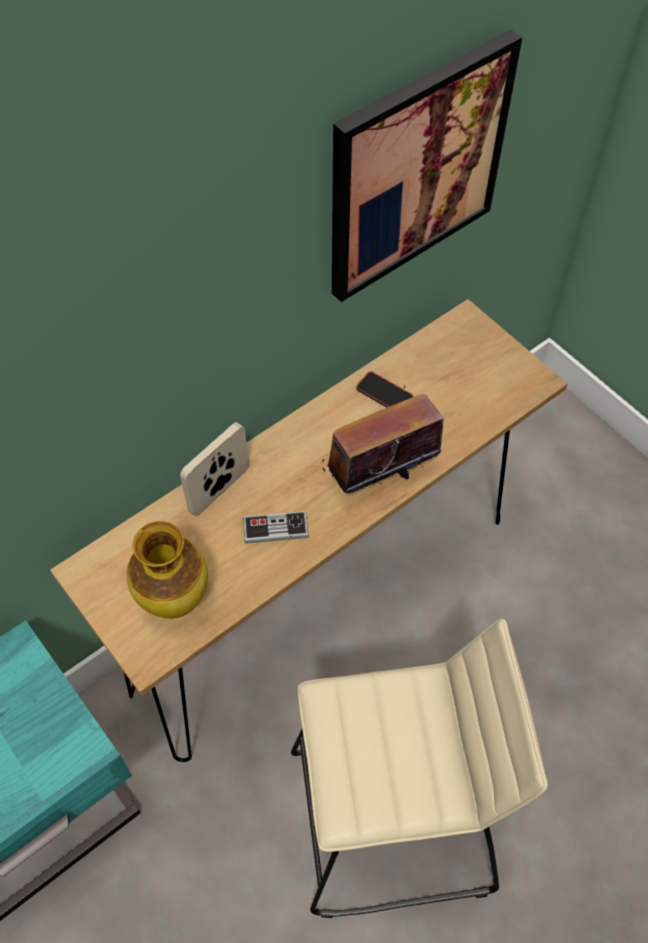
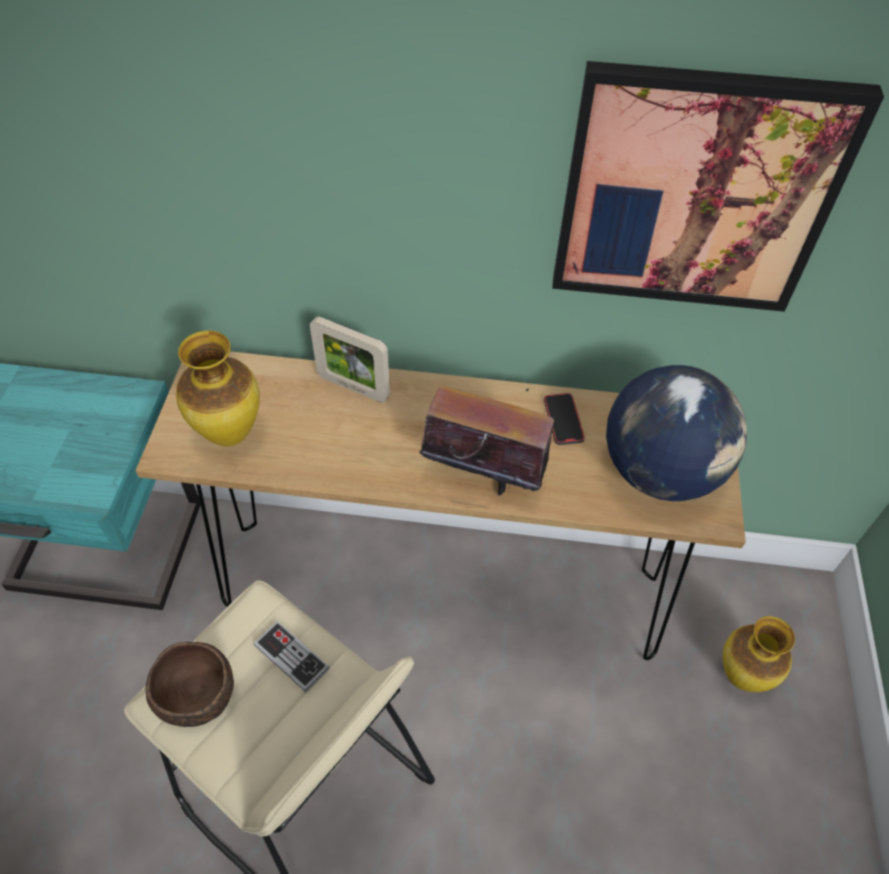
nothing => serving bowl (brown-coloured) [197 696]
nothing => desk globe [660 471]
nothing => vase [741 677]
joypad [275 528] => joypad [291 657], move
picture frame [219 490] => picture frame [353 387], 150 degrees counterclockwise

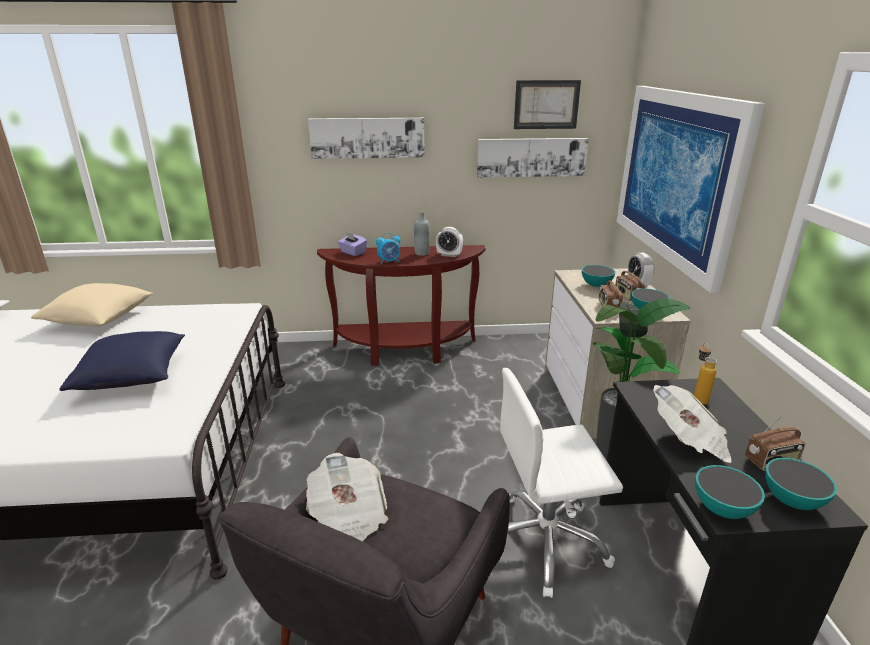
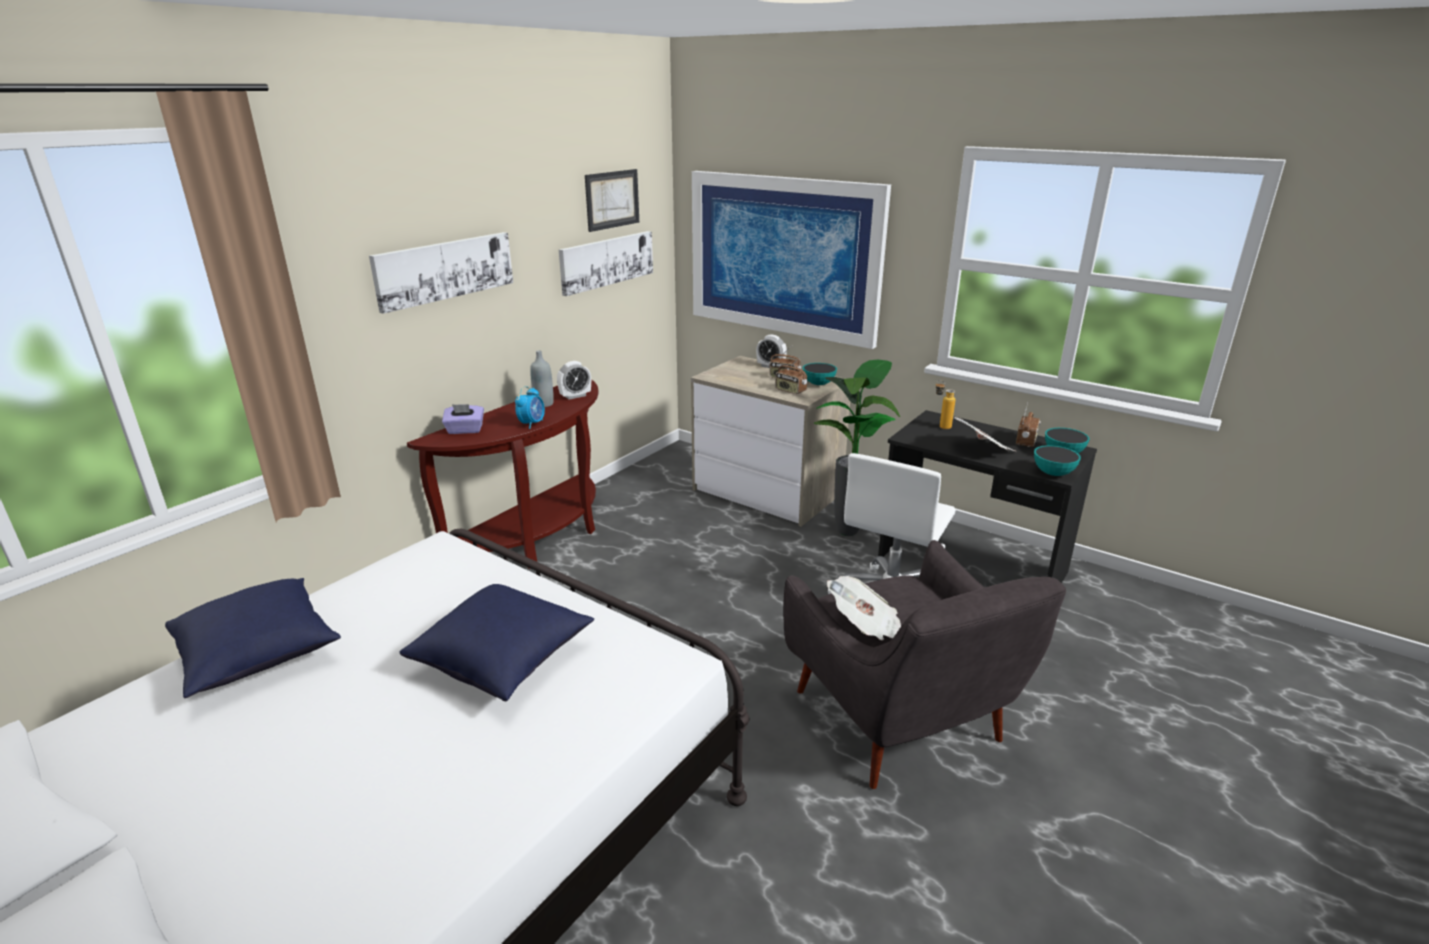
serving bowl [596 285] => nothing
throw pillow (beige) [99 320] => throw pillow (blue-coloured) [259 655]

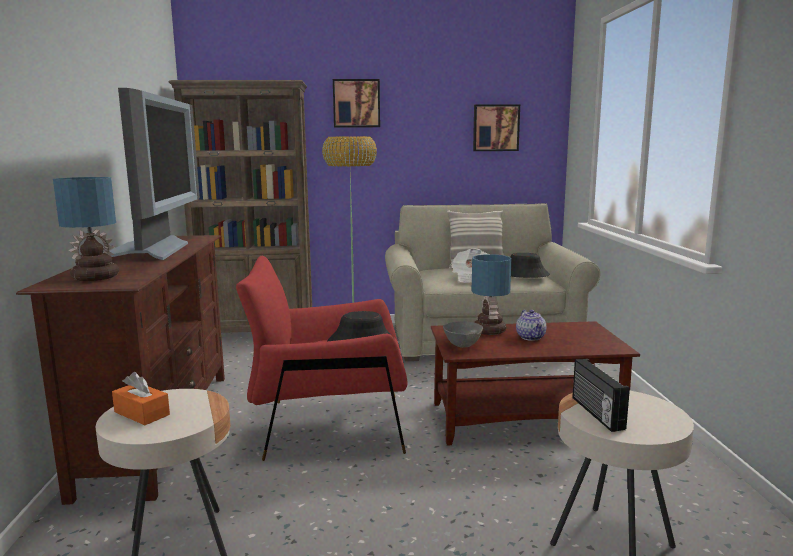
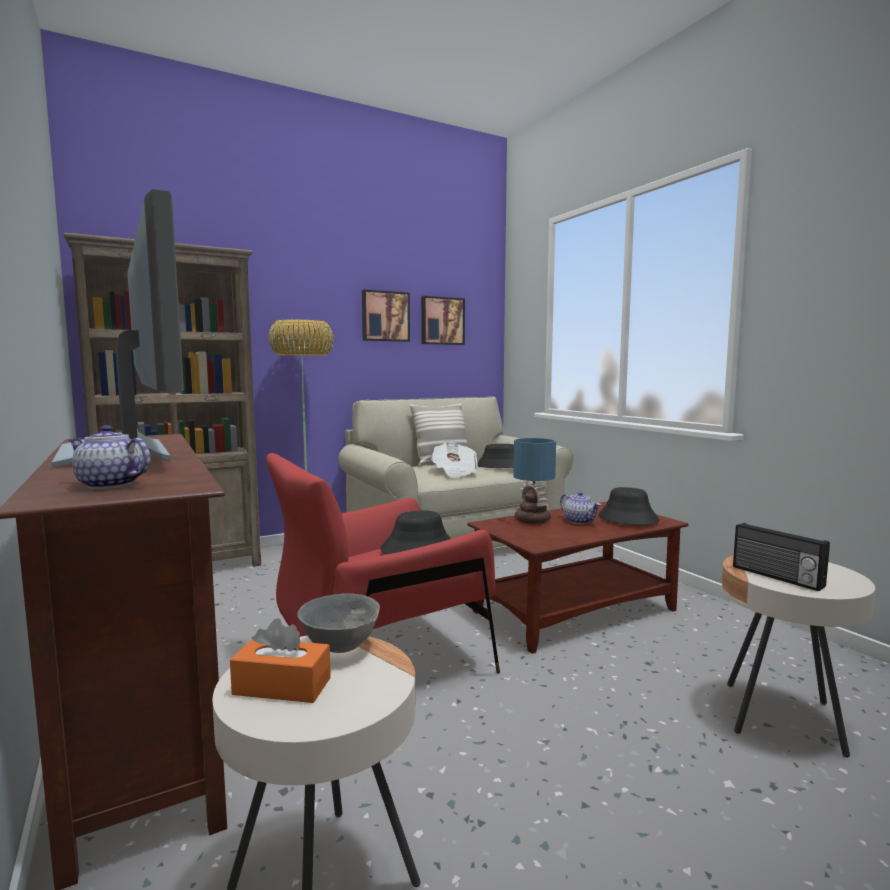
nothing => clothing hat (black-coloured) [627 518]
wall art [356 103] => wall art [385 316], move
serving bowl (gray) [463 346] => serving bowl (gray) [341 648], move
table lamp [94 278] => pot for tea [109 485]

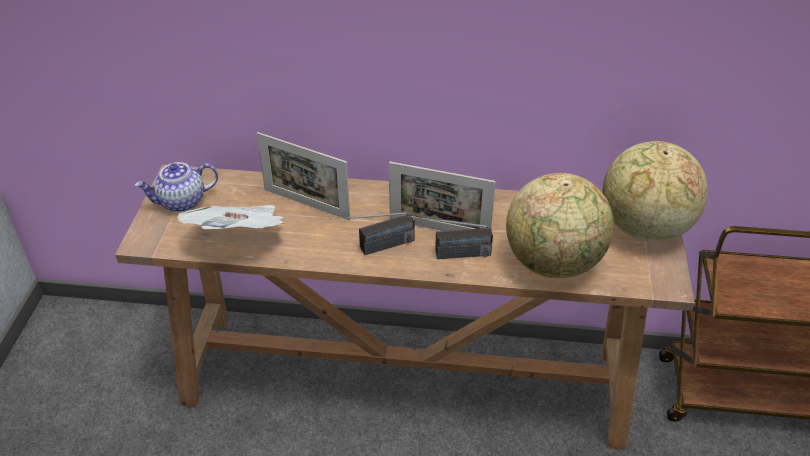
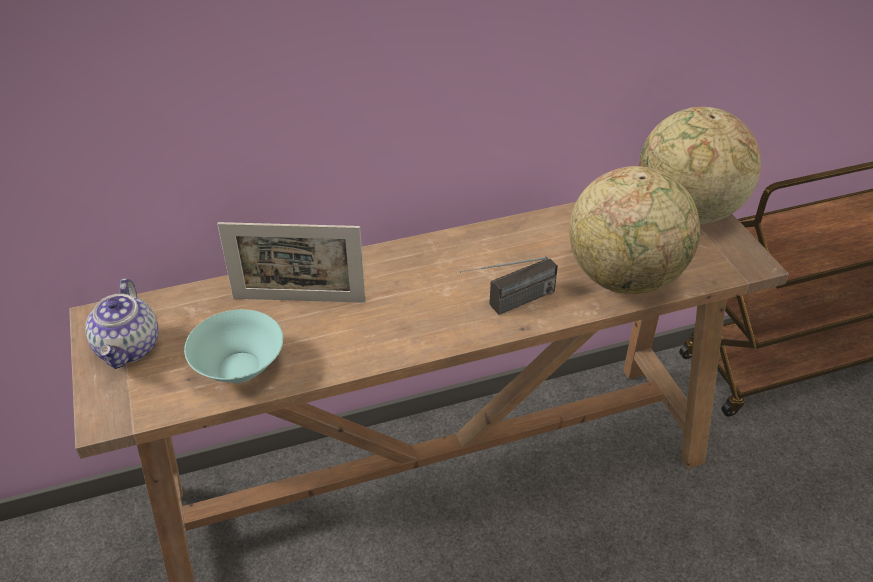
radio set [374 249] => nothing
picture frame [439 229] => nothing
newspaper [240 236] => serving bowl (turquoise-coloured) [239 367]
pot for tea [181 202] => pot for tea [129 348], 45 degrees counterclockwise

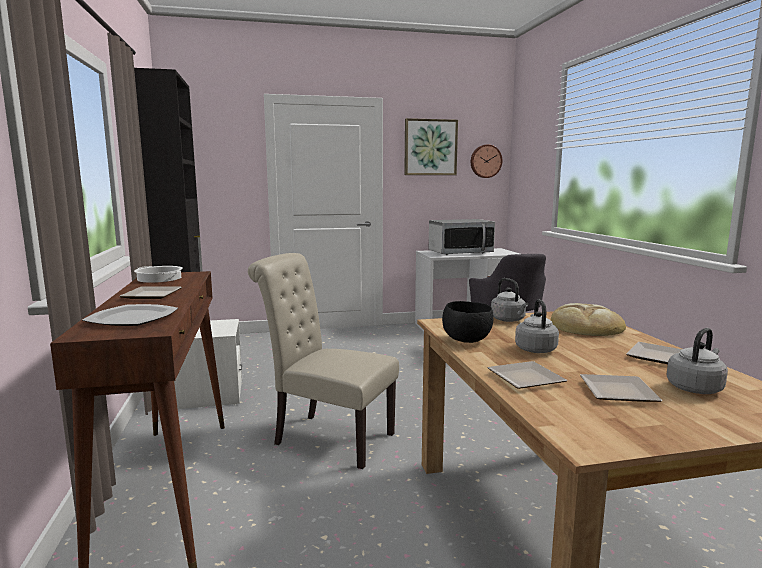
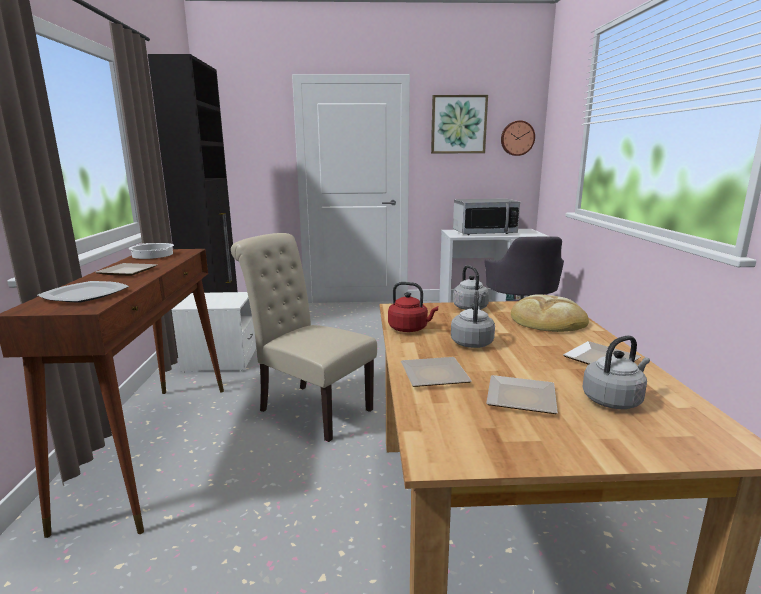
serving bowl (black-coloured) [467 340] => water kettle (reddish) [410 329]

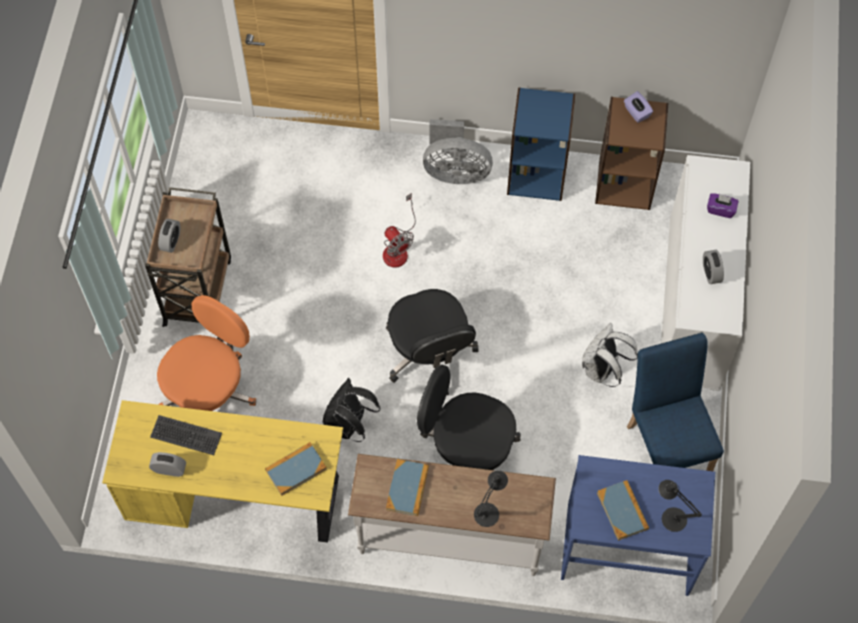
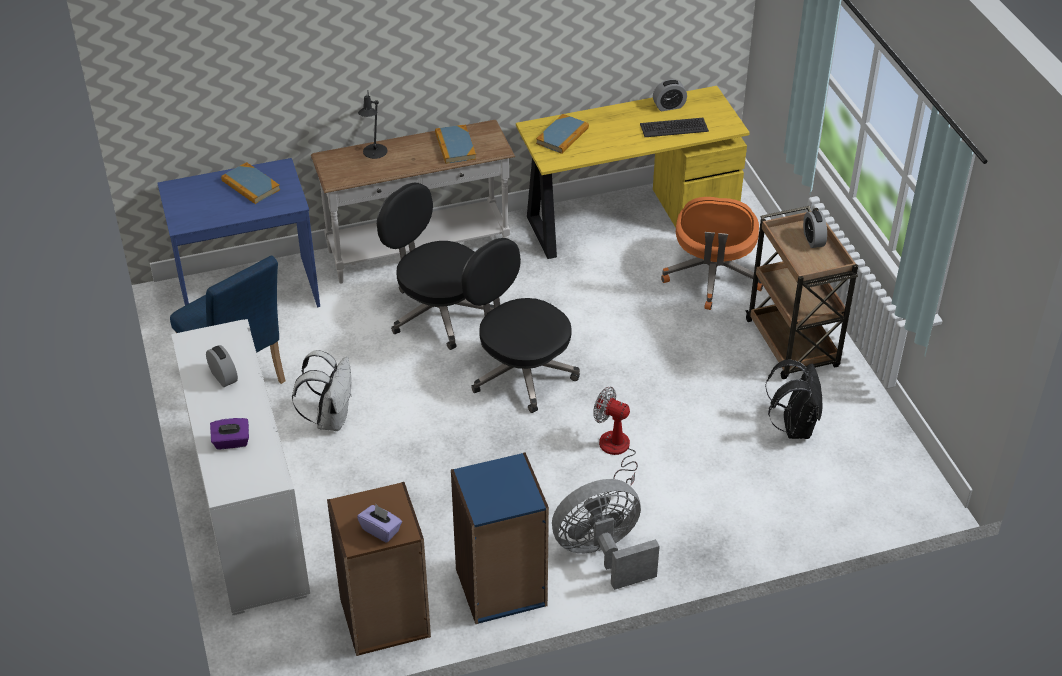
table lamp (black-coloured) [670 517] => nothing
rucksack (black-coloured) [349 425] => rucksack (black-coloured) [793 427], move
desk chair (black-coloured) [467 450] => desk chair (black-coloured) [438 312], 135 degrees counterclockwise

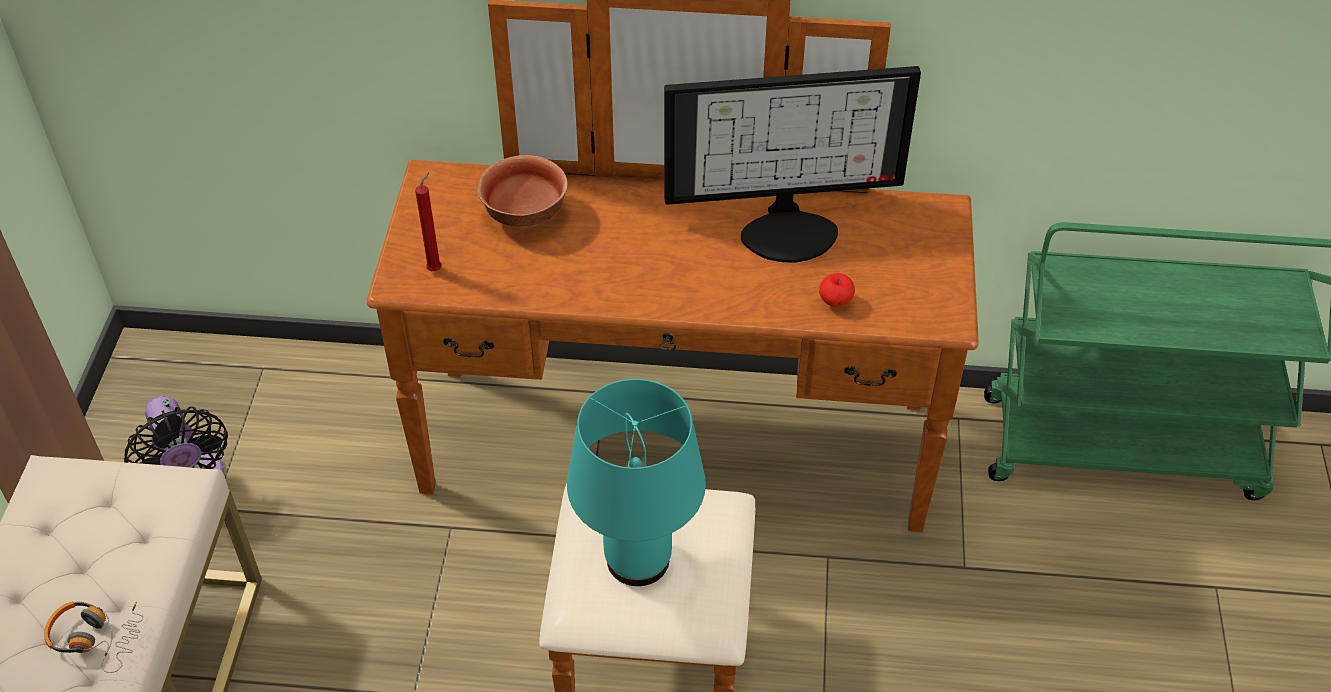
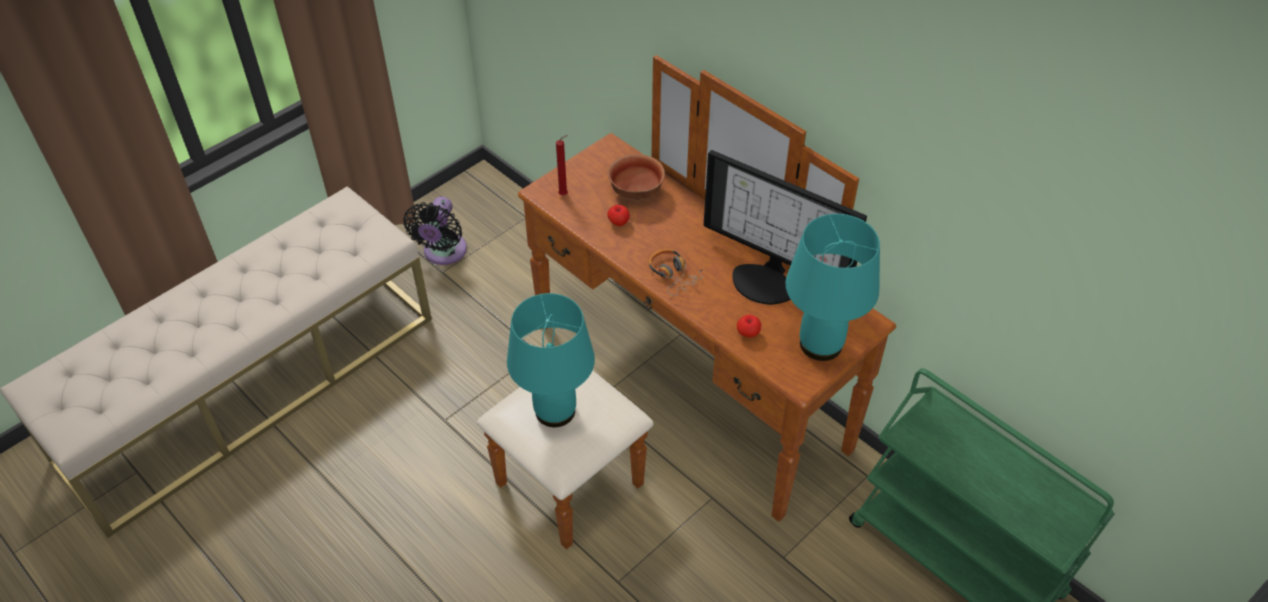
nothing => apple [618 222]
nothing => table lamp (turquoise-coloured) [822 344]
headset [96 637] => headset [674 275], move

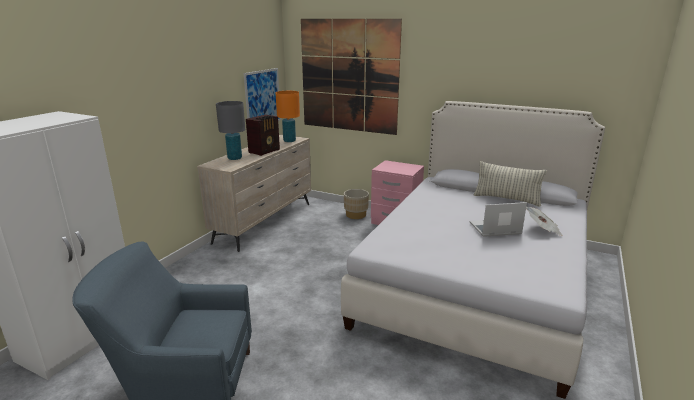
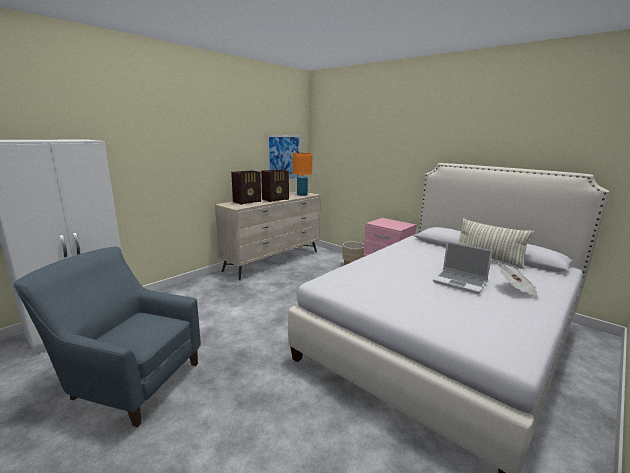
wall art [348 76] => nothing
table lamp (gray) [234 158] => radio set [247 202]
notebook computer [494 229] => notebook computer [460 282], 150 degrees counterclockwise

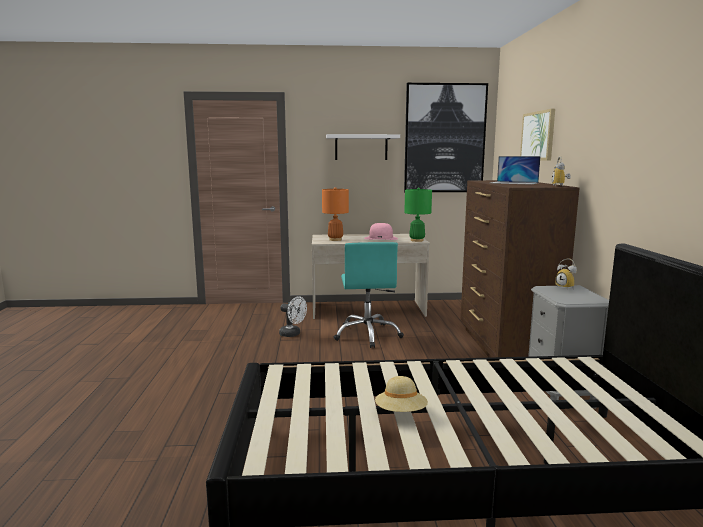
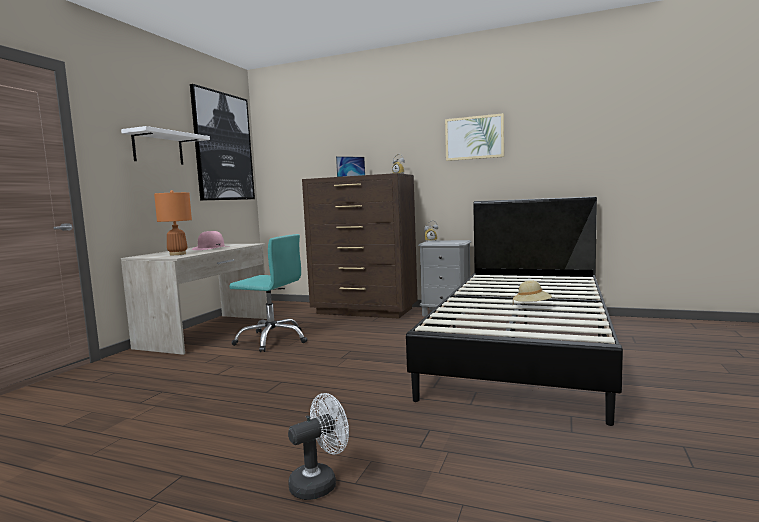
table lamp (greenish) [417 240] => nothing
cooling fan (white-coloured) [293 334] => cooling fan (white-coloured) [320 483], move
wall art [538 136] => wall art [474 138], move

